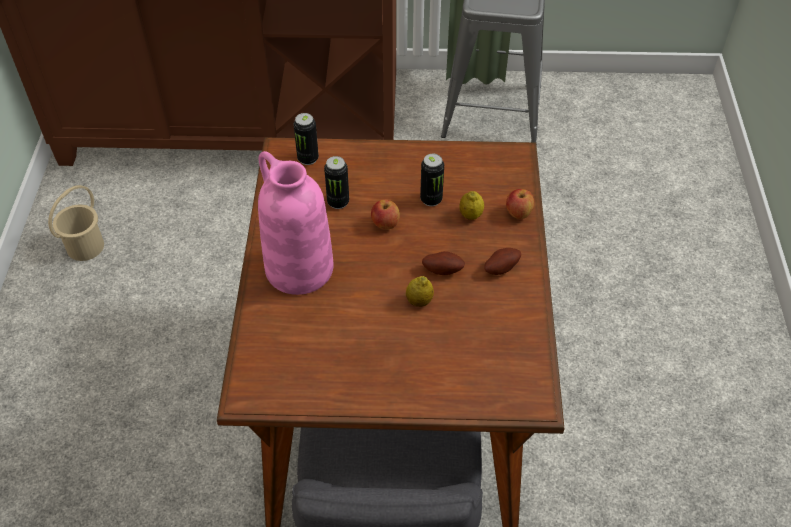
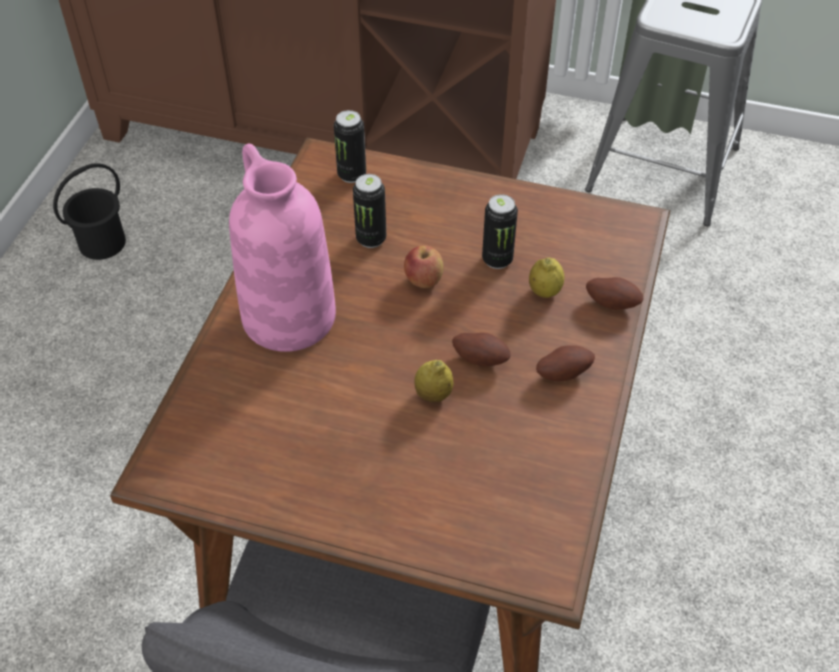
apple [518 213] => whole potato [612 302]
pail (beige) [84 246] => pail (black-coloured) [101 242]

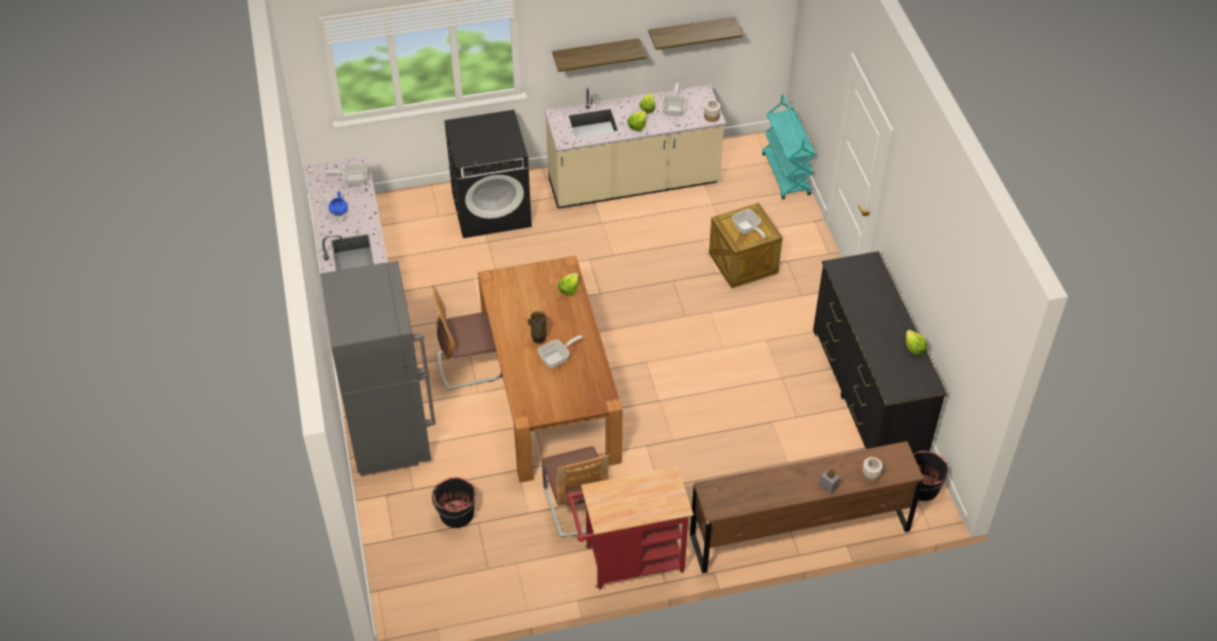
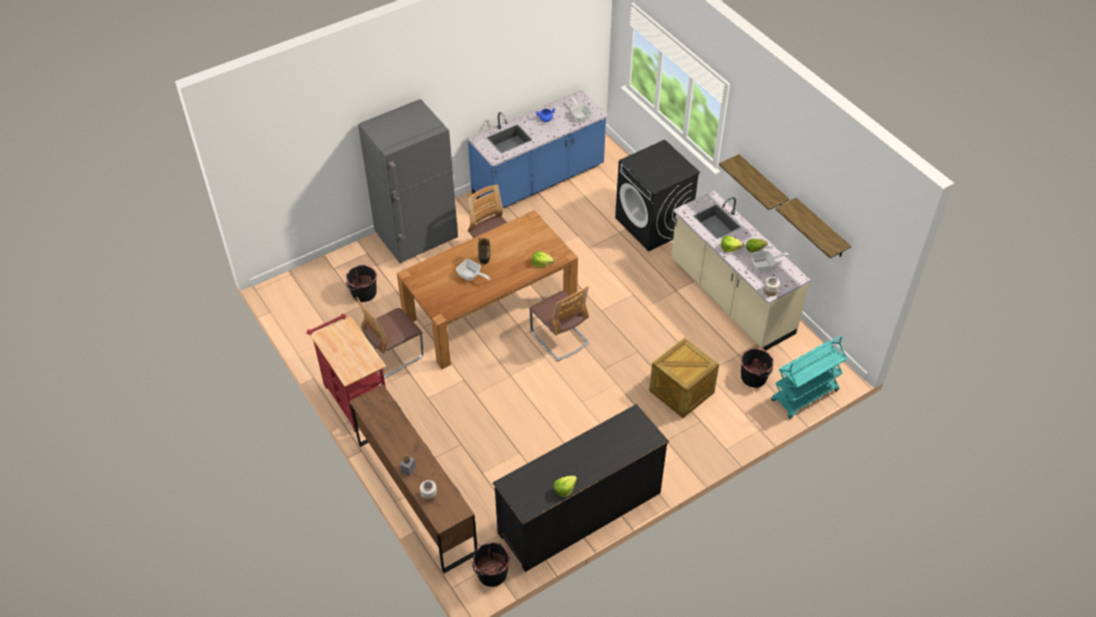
pan [747 229] => nothing
nothing => upright chair [559 338]
nothing => pail (black-coloured) [754 377]

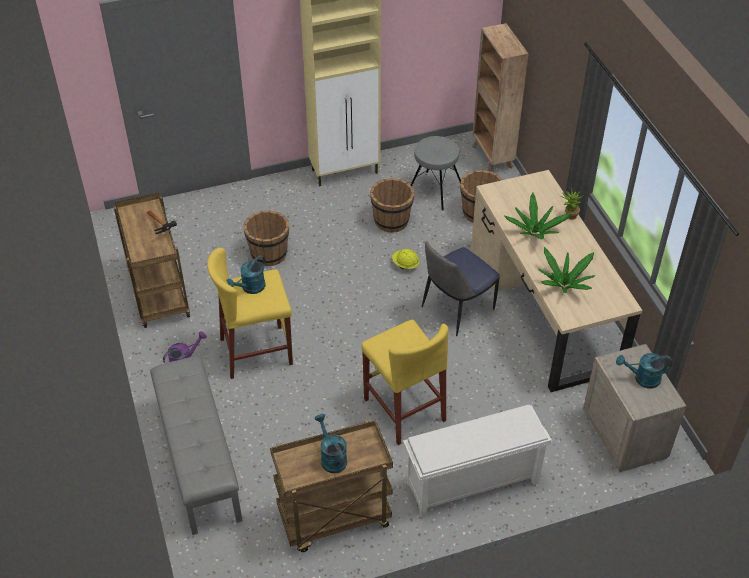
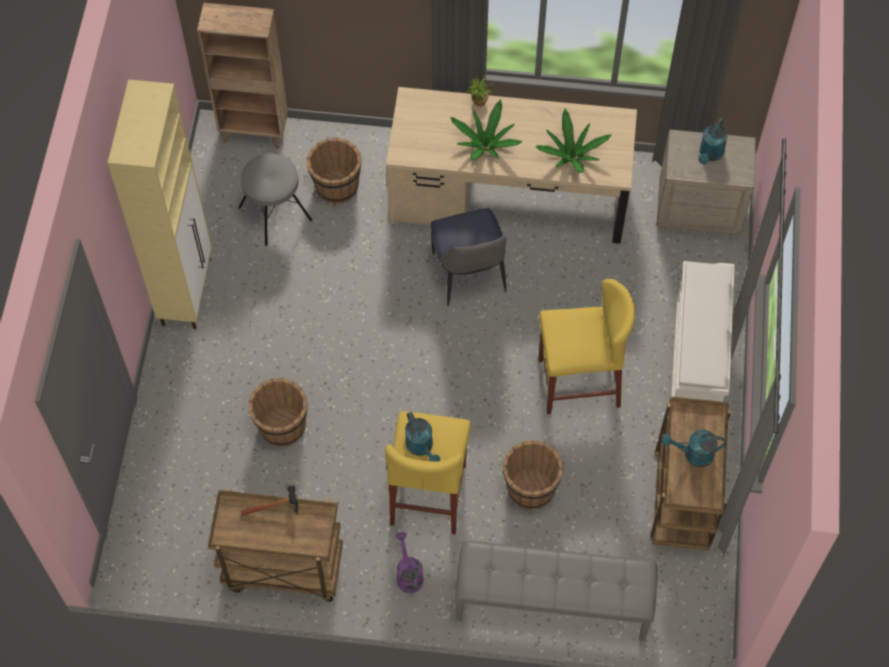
safety helmet (yellow-coloured) [405 265] => nothing
pail (brown-coloured) [391 221] => pail (brown-coloured) [530 488], move

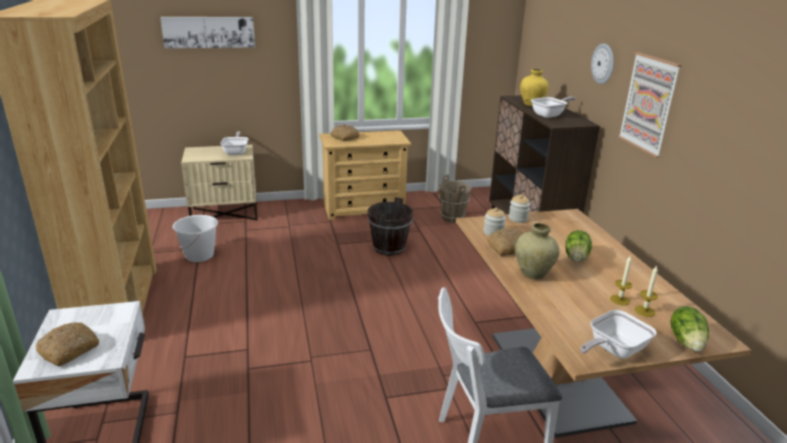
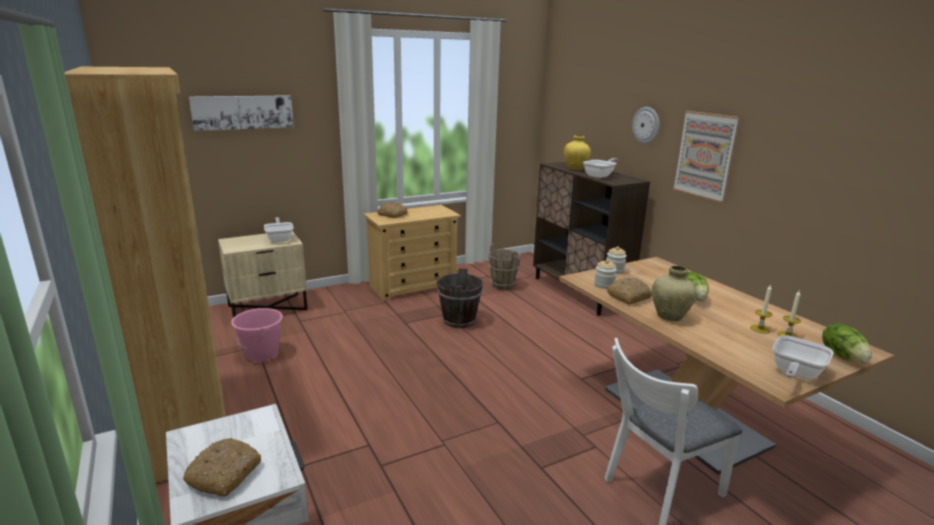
pail (white-coloured) [200 256] => pail (pink-coloured) [262 354]

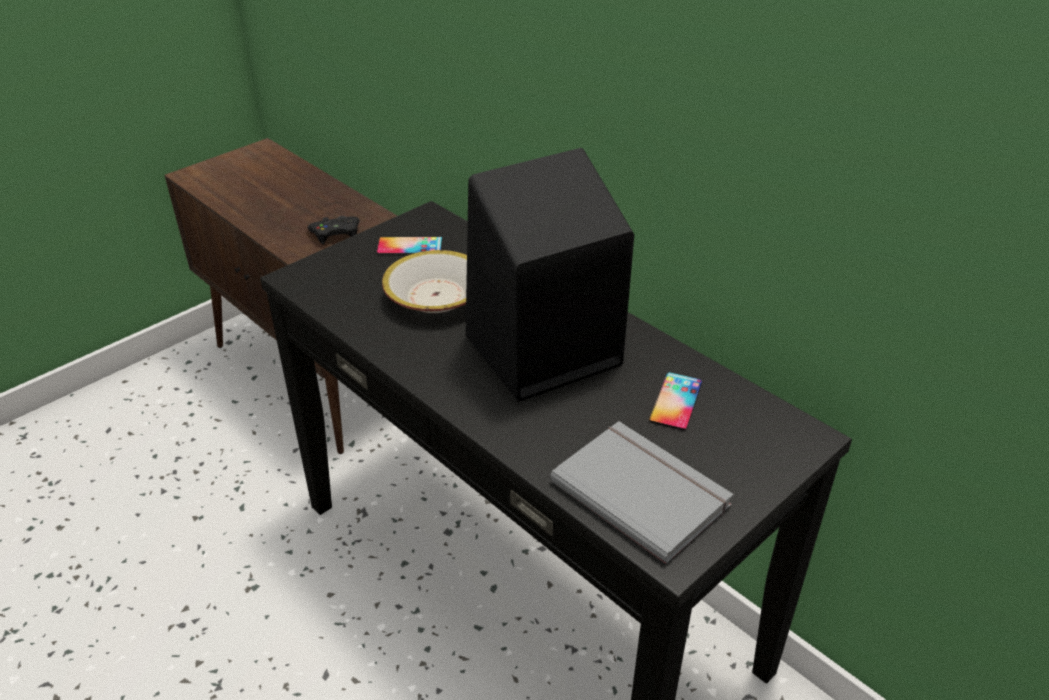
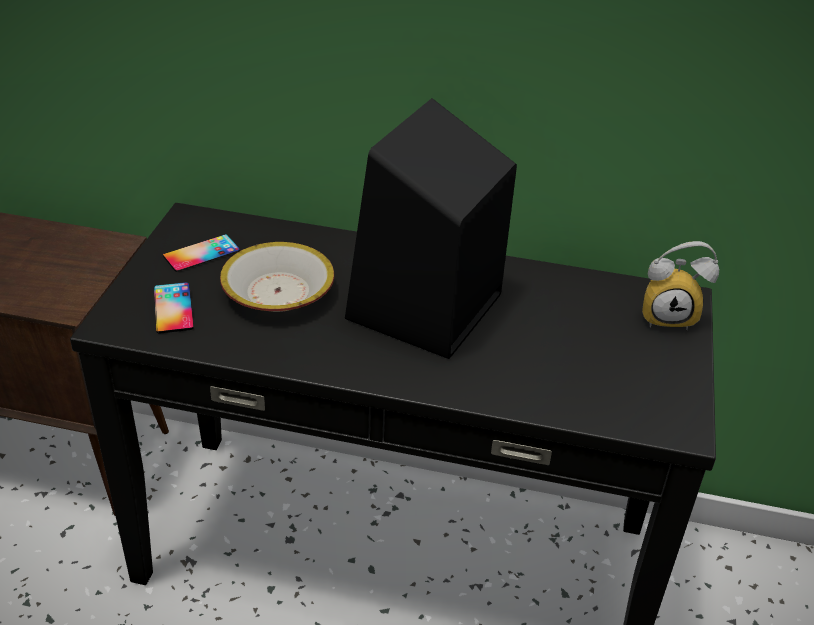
joypad (black-coloured) [336 234] => nothing
volume (gray) [642 490] => nothing
nothing => bedside clock [669 316]
telephone [675 401] => telephone [173 308], move

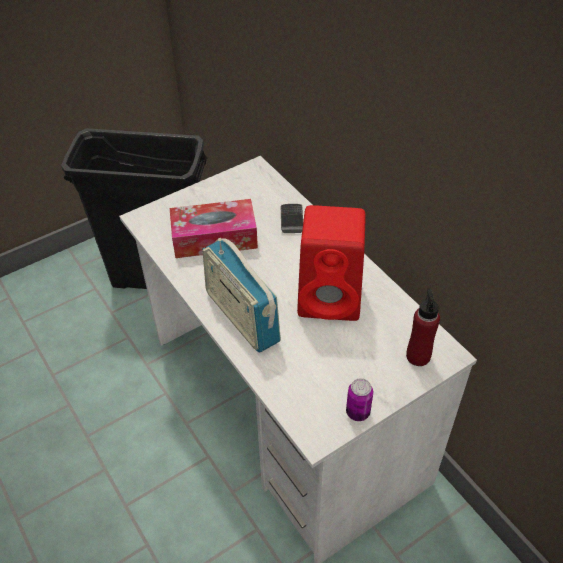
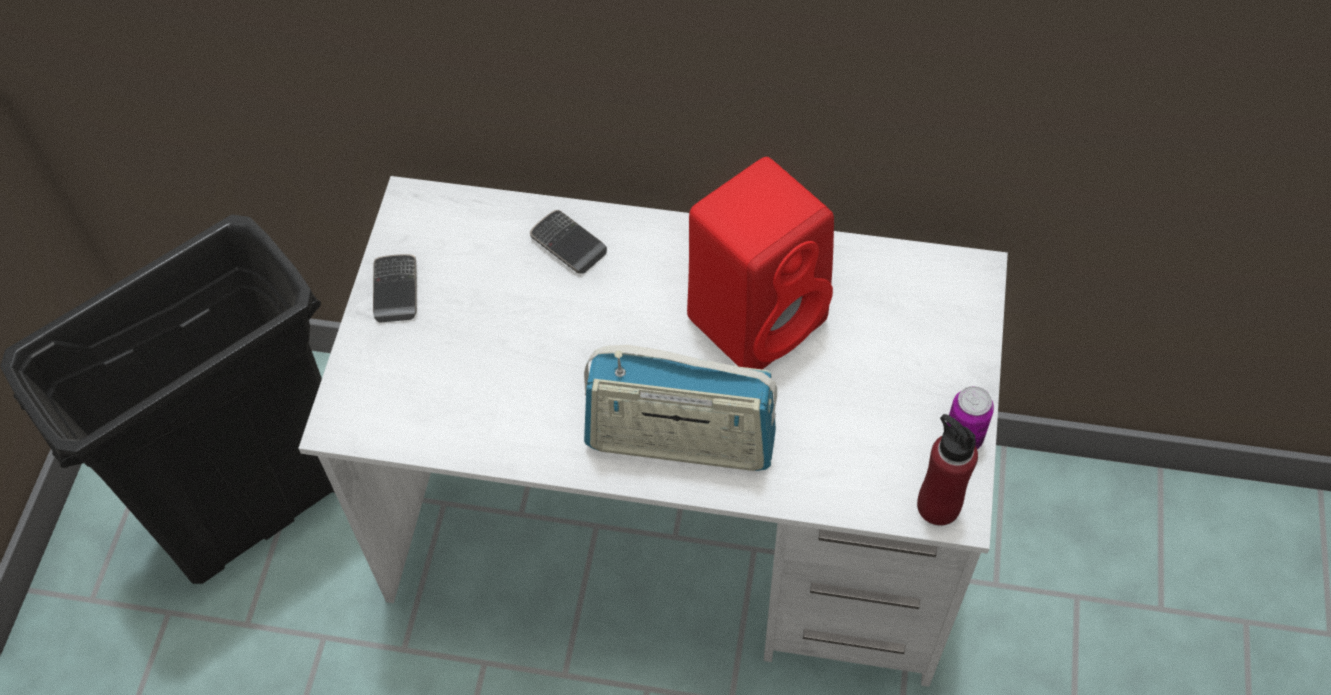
tissue holder [214 238] => nothing
nothing => telephone [396 290]
bottle (reddish) [418 356] => bottle (reddish) [938 505], move

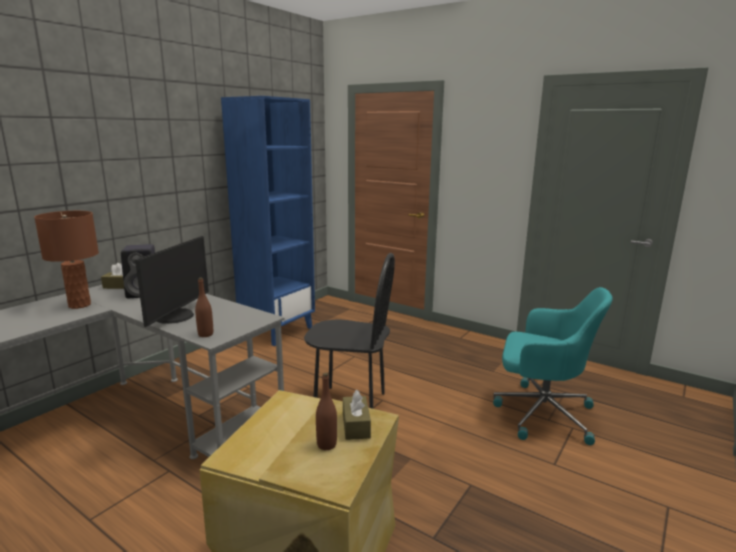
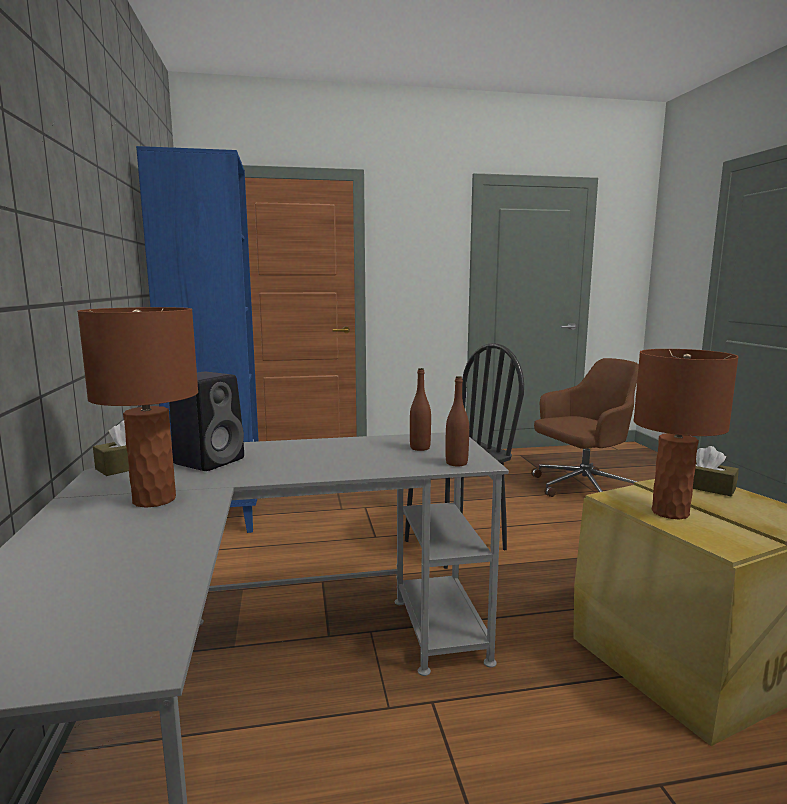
computer display [176 316] => nothing
nothing => table lamp (brown-coloured) [670 512]
bottle (brown-coloured) [326 444] => bottle (brown-coloured) [420 448], move
desk chair (turquoise-coloured) [541 413] => desk chair (brown-coloured) [581 489]

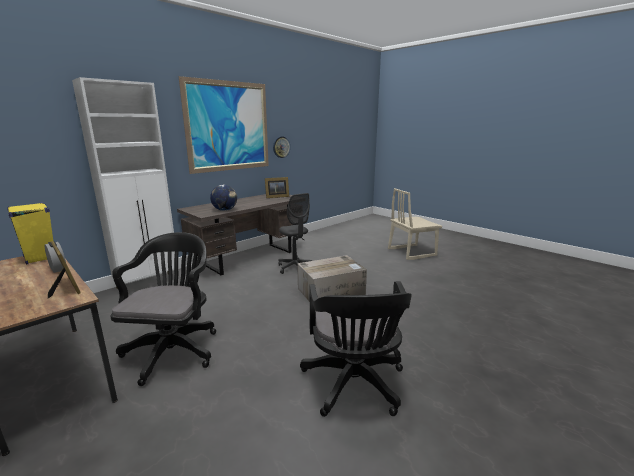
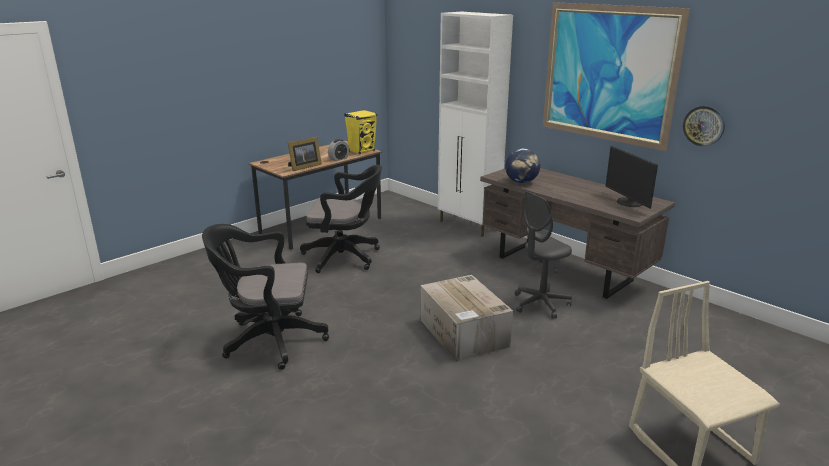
picture frame [276 197] => computer display [628 203]

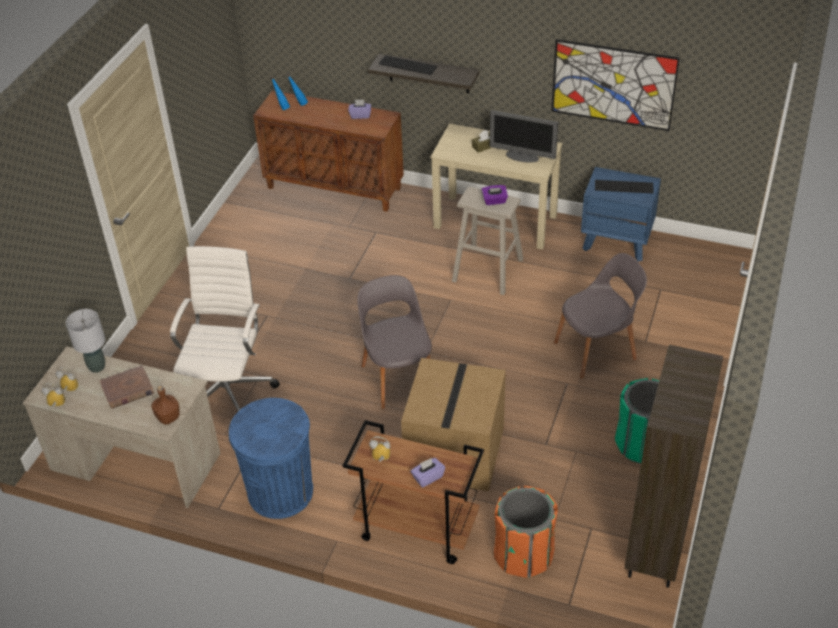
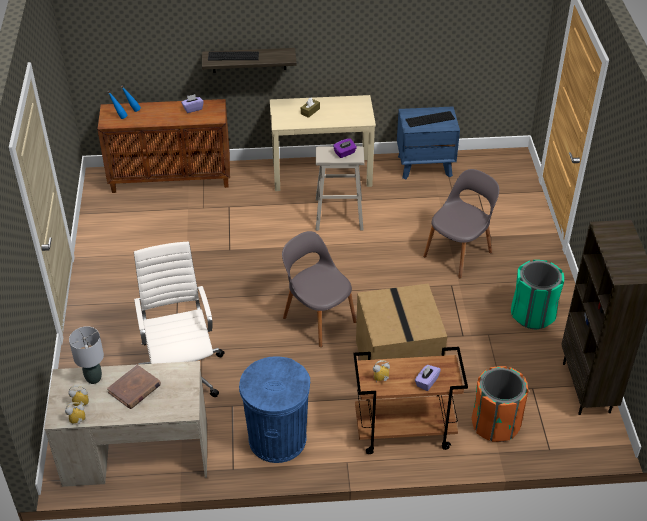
bottle (brown-coloured) [168 417] => nothing
computer display [522 157] => nothing
wall art [613 85] => nothing

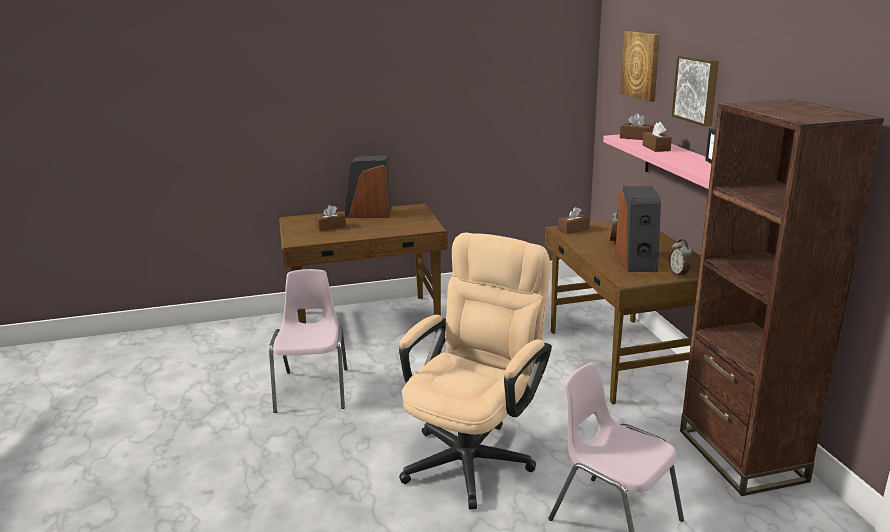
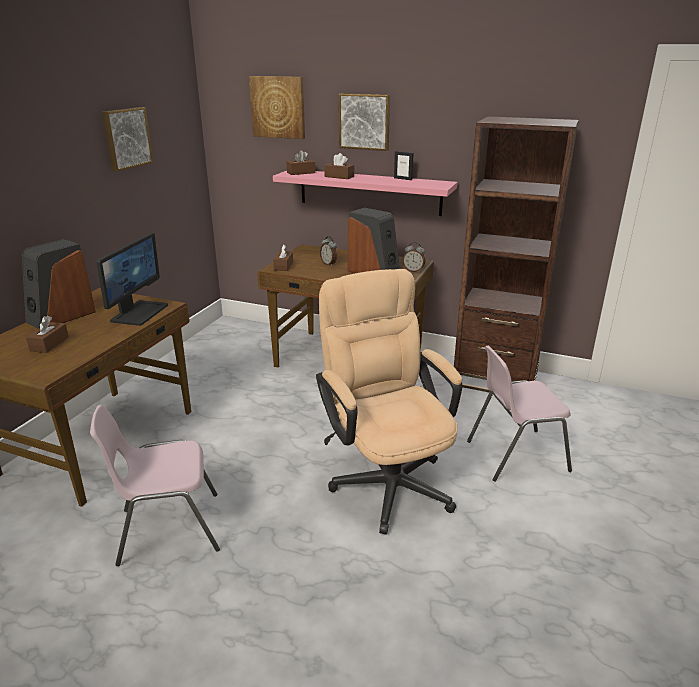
nothing => computer display [139 312]
nothing => wall art [126 138]
upright chair (pink-coloured) [314 389] => upright chair (pink-coloured) [168 528], 45 degrees counterclockwise

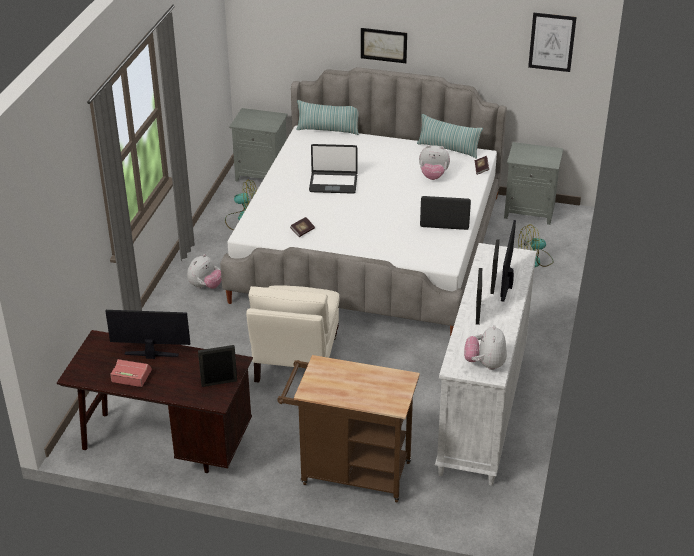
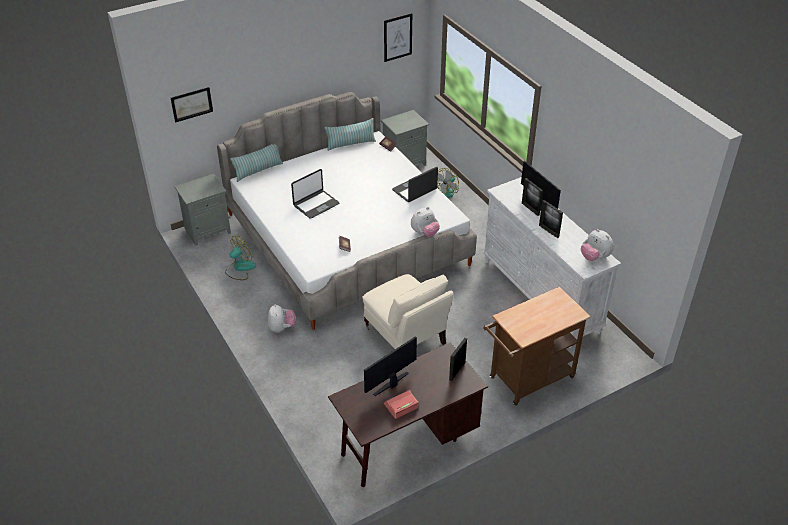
wall art [383 45] => wall art [191 104], move
cuddly toy [433 176] => cuddly toy [424 233], move

